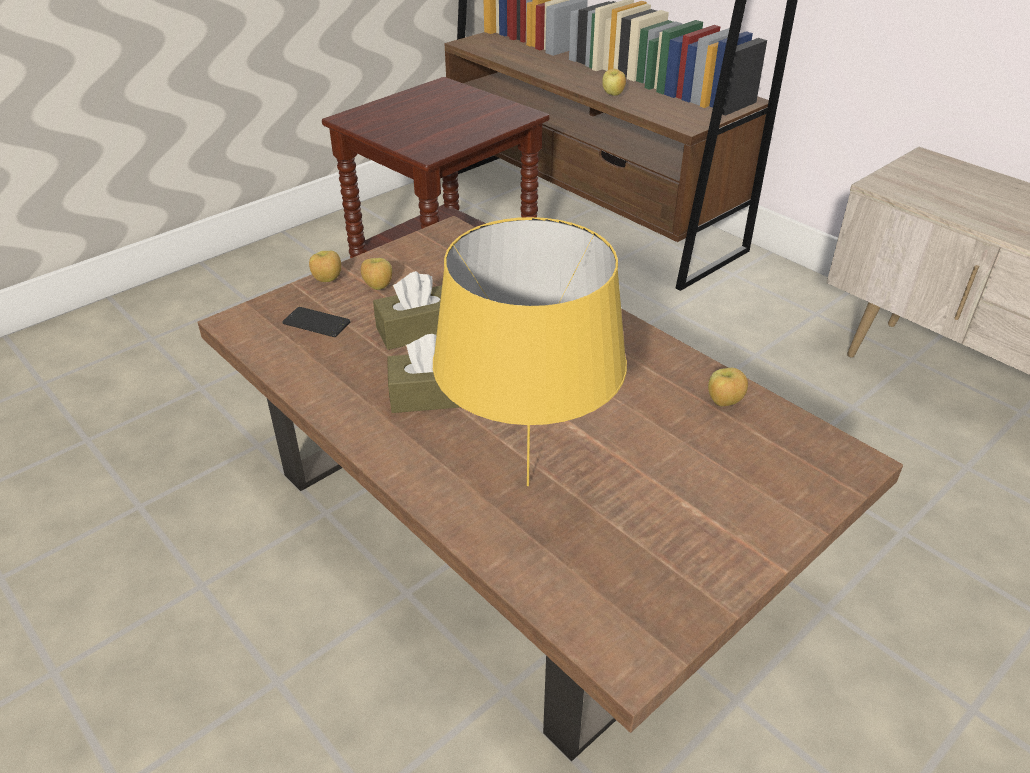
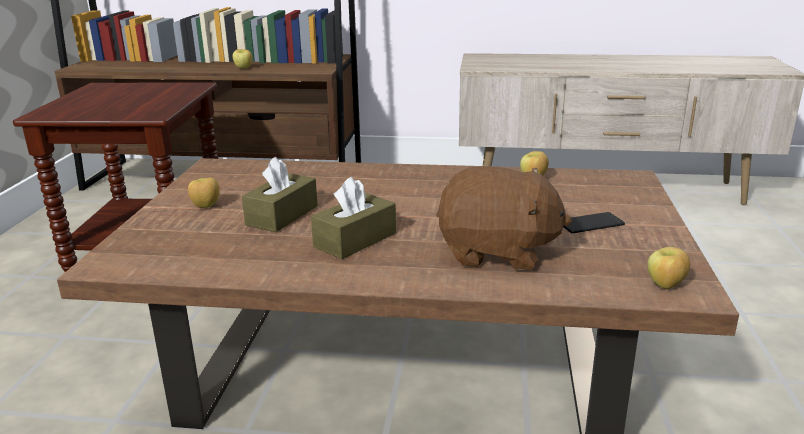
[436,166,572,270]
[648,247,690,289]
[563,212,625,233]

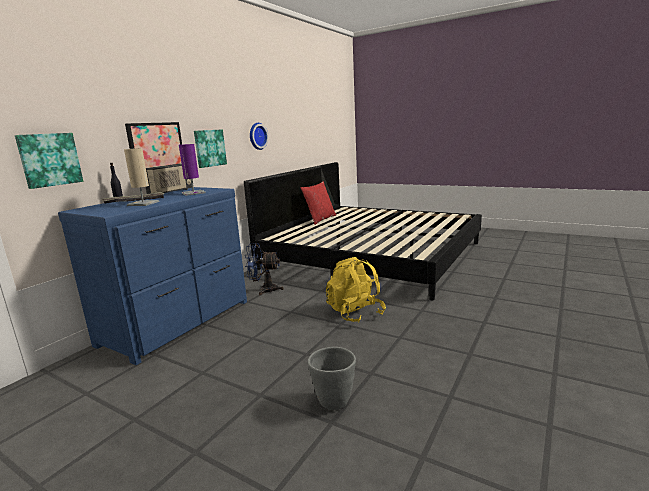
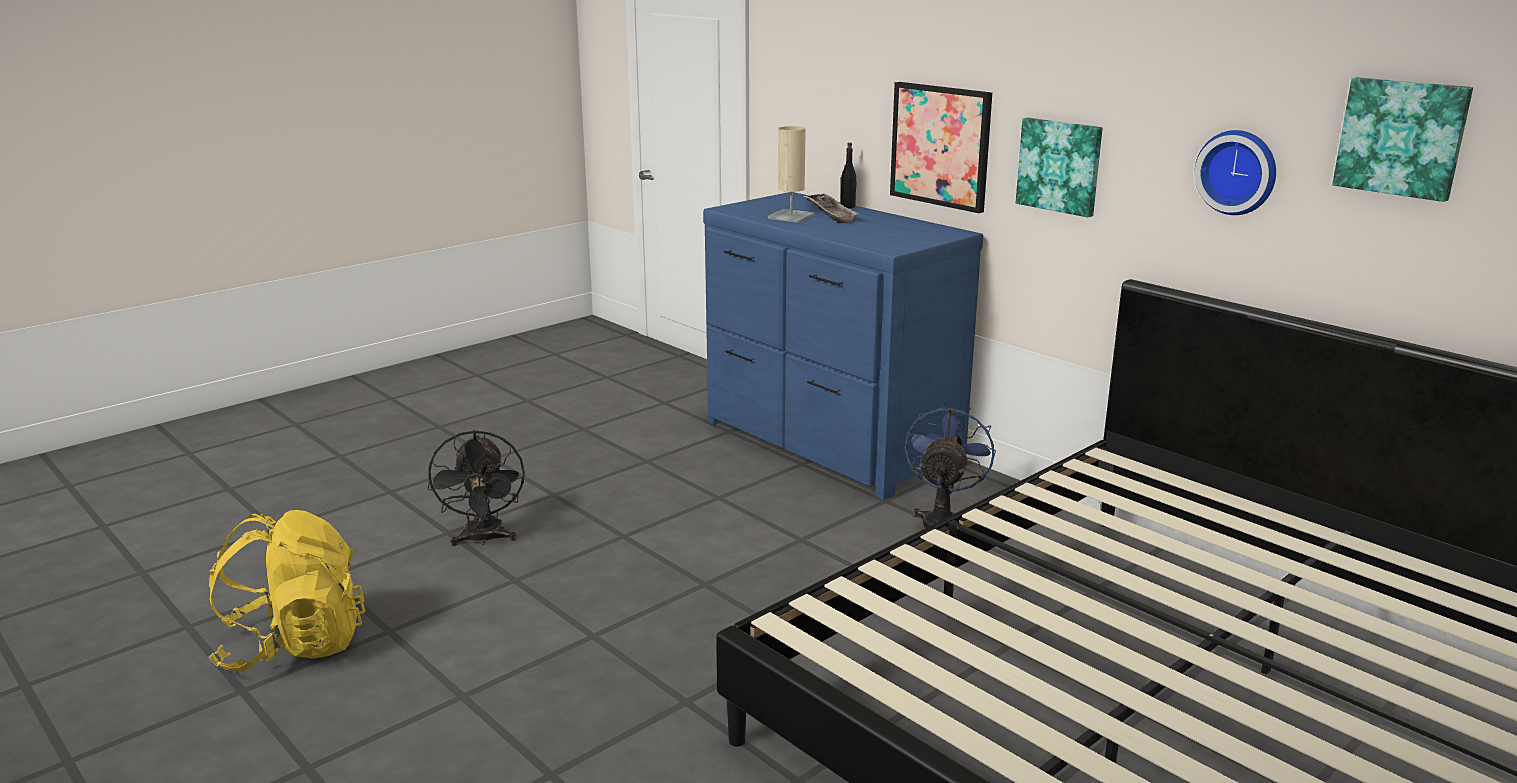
[1332,77,1473,202]
[179,144,206,196] (first image)
[146,164,194,194] (first image)
[301,181,336,225] (first image)
[208,510,365,672]
[428,430,525,546]

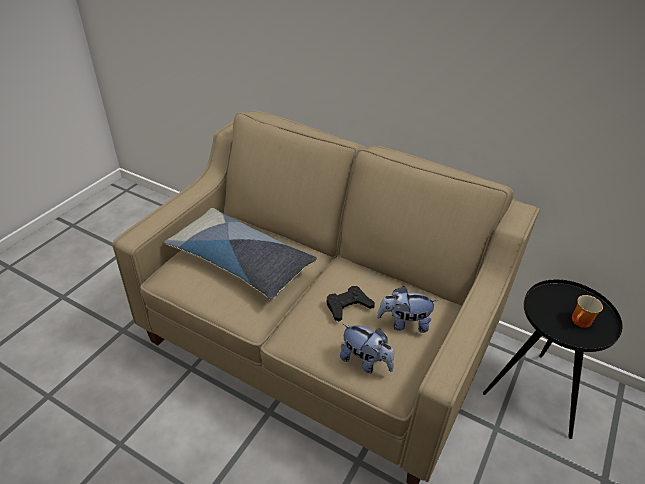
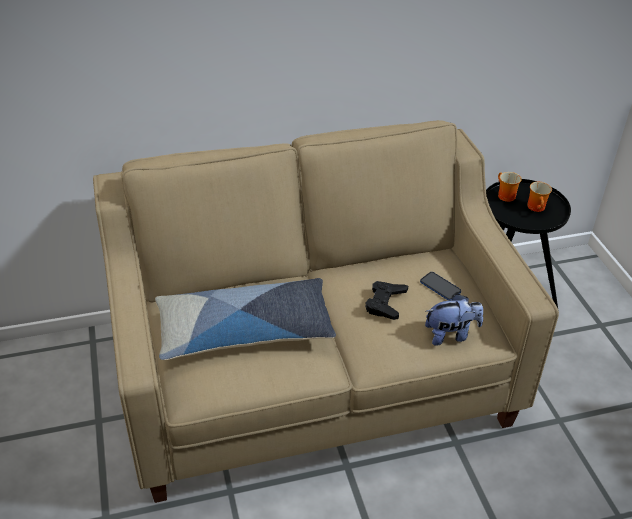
[420,272,461,301]
[498,172,522,202]

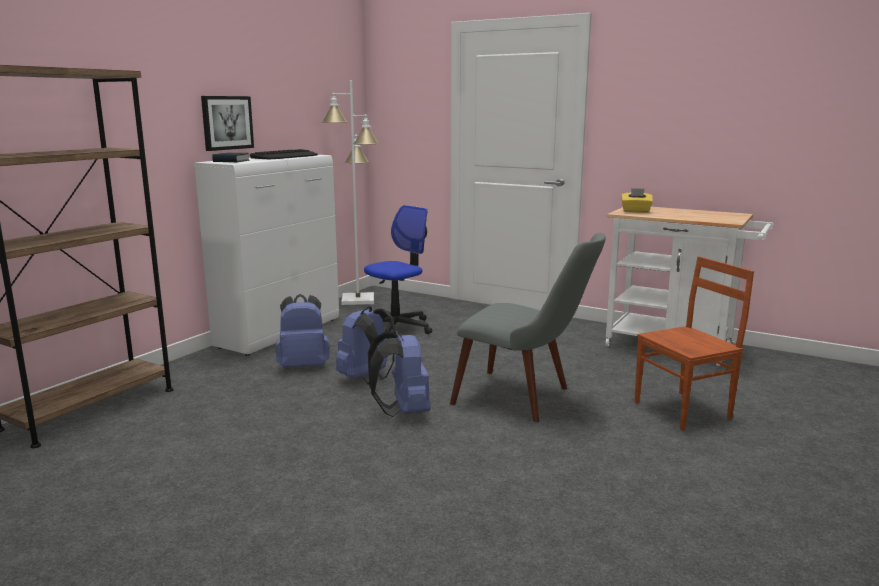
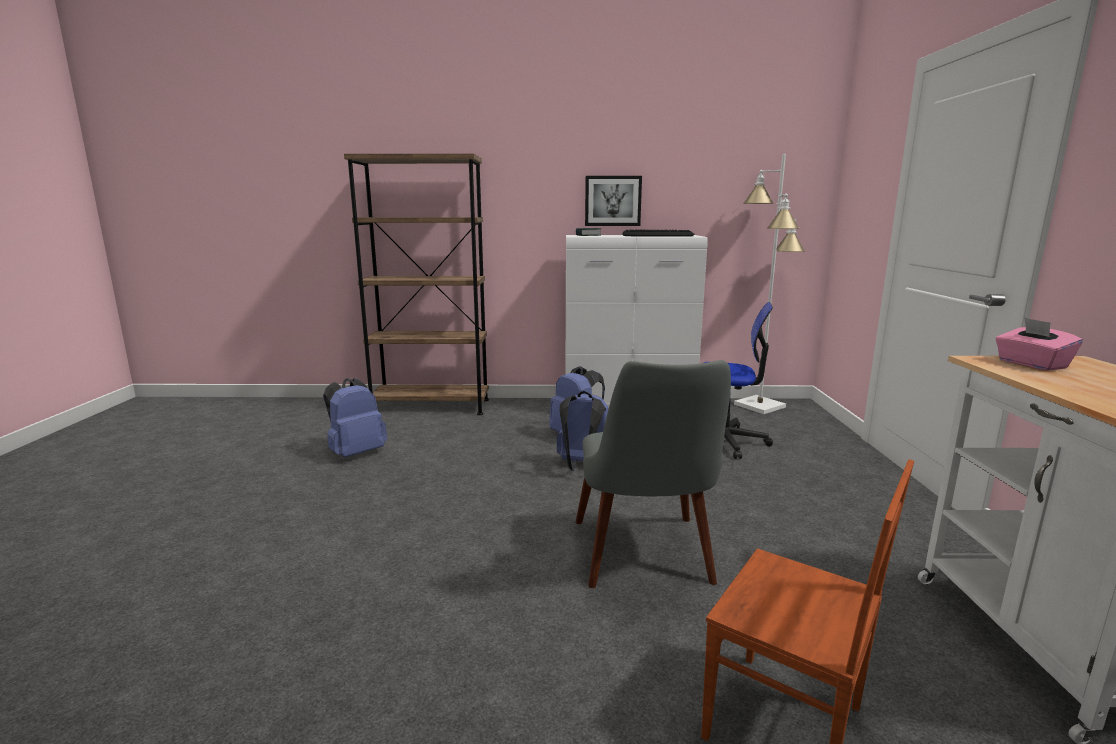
[996,317,1083,371]
[323,378,387,457]

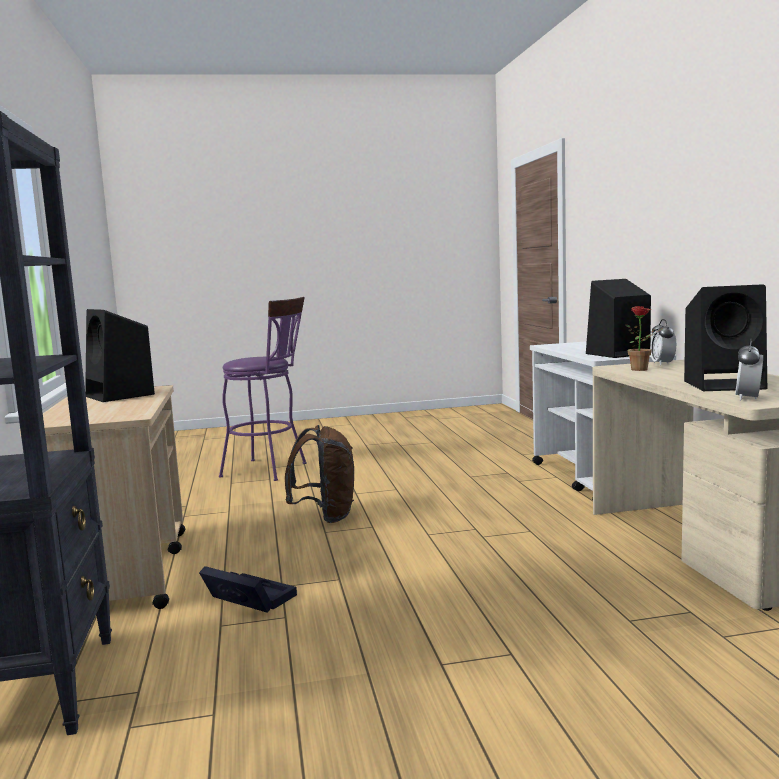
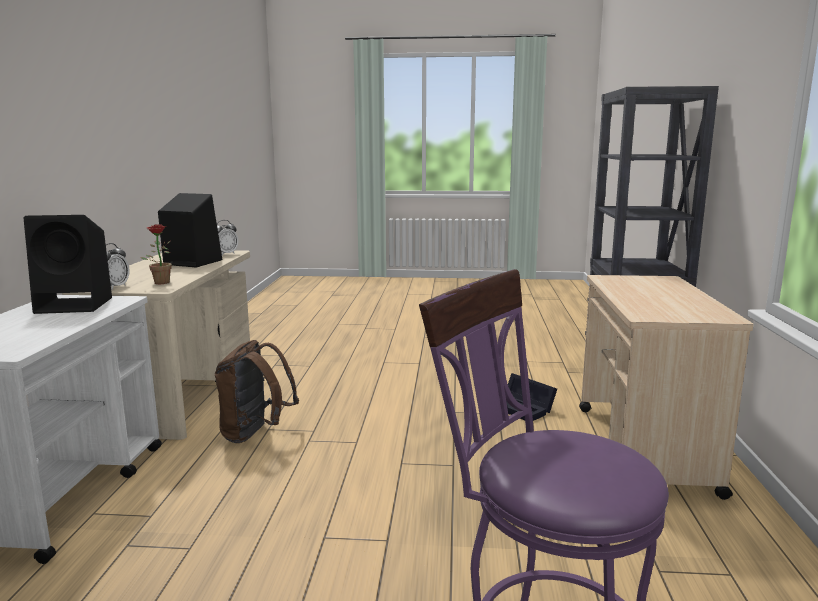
[85,309,155,402] (first image)
[215,340,299,443]

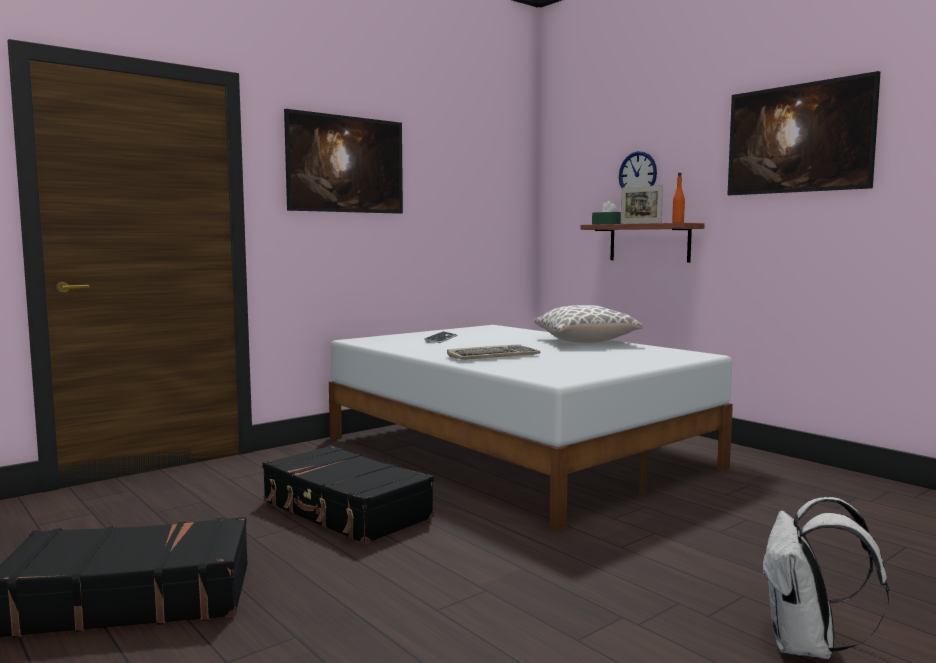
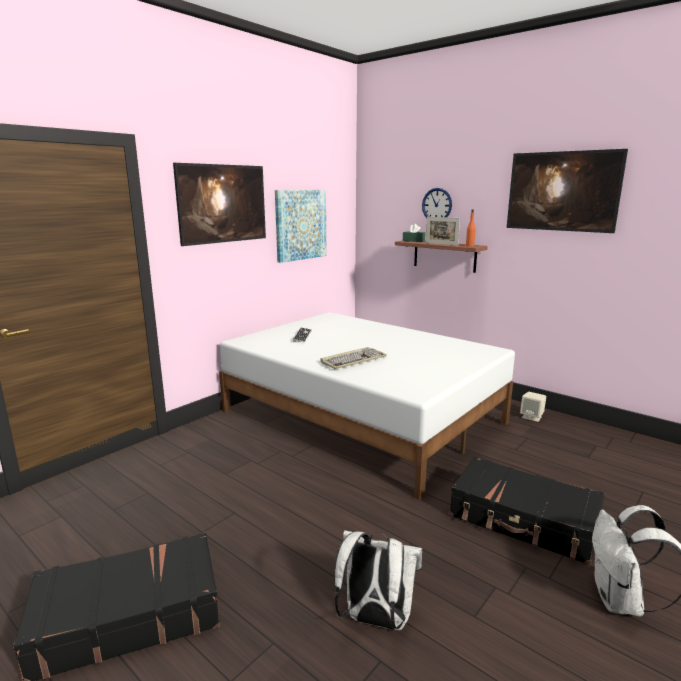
[534,305,642,343] (first image)
[449,456,605,565]
[275,190,326,263]
[520,392,546,422]
[334,530,422,630]

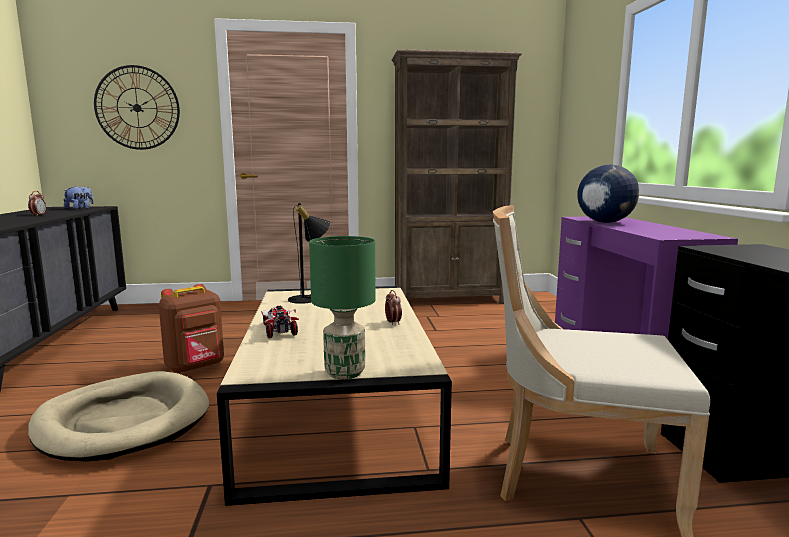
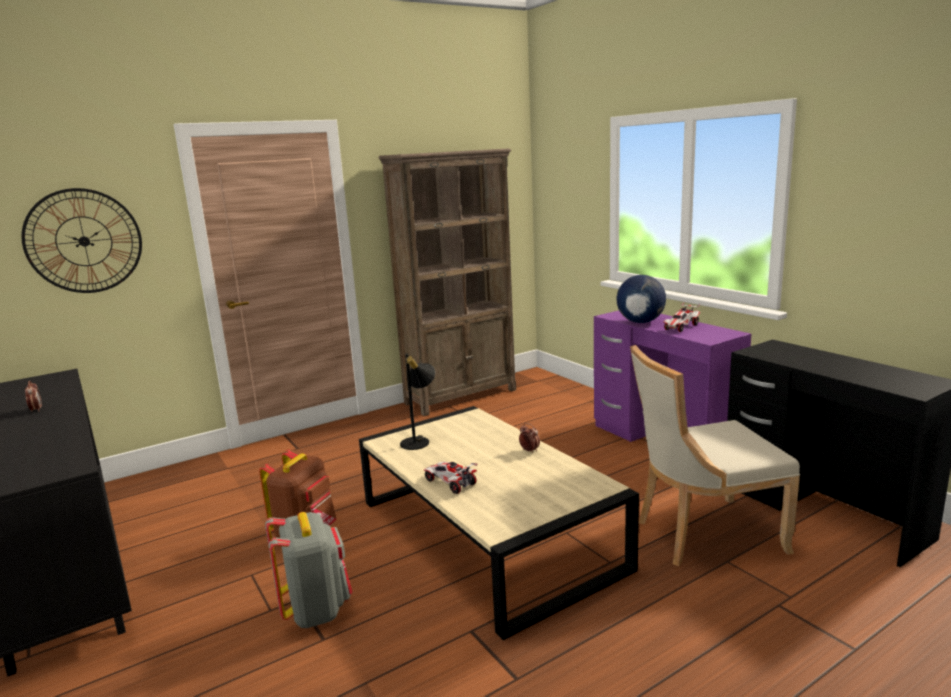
[63,186,94,209] (first image)
[309,236,376,379] (first image)
[265,512,352,628]
[663,302,700,332]

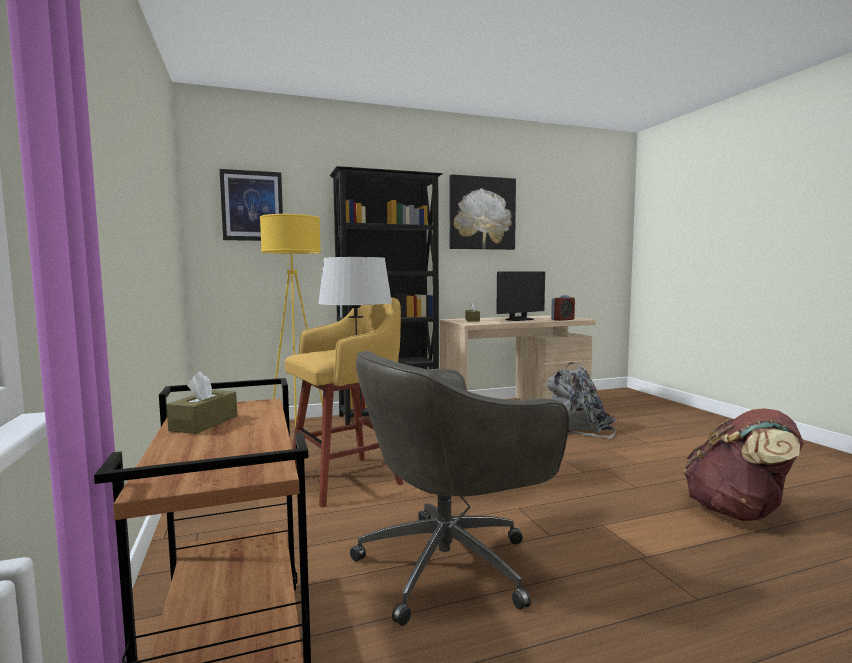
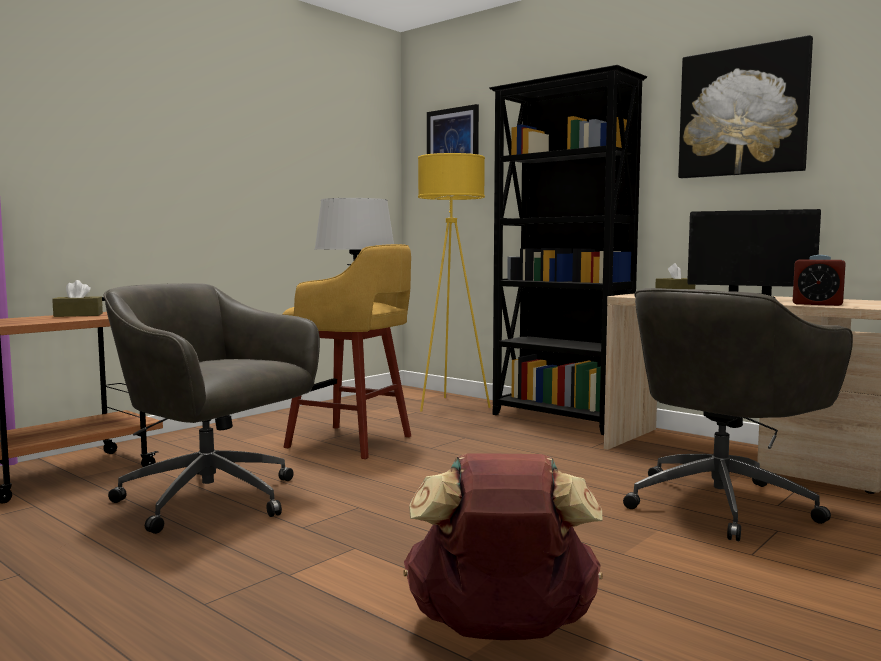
[623,288,853,541]

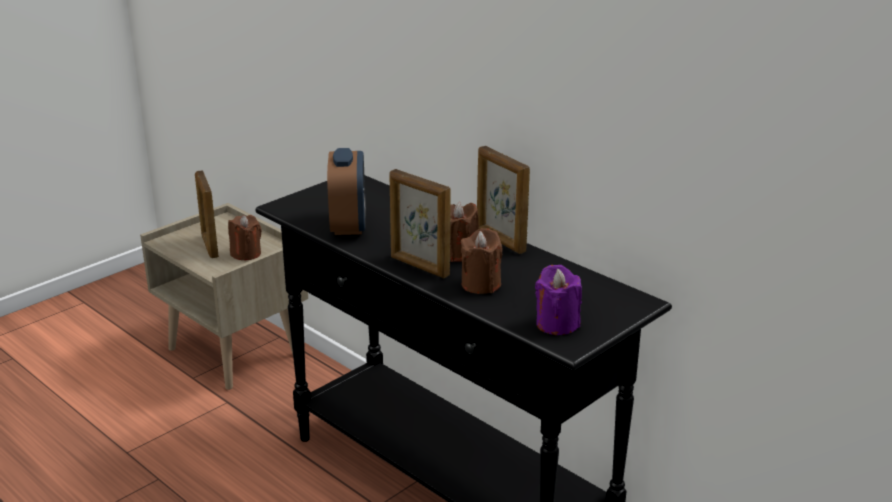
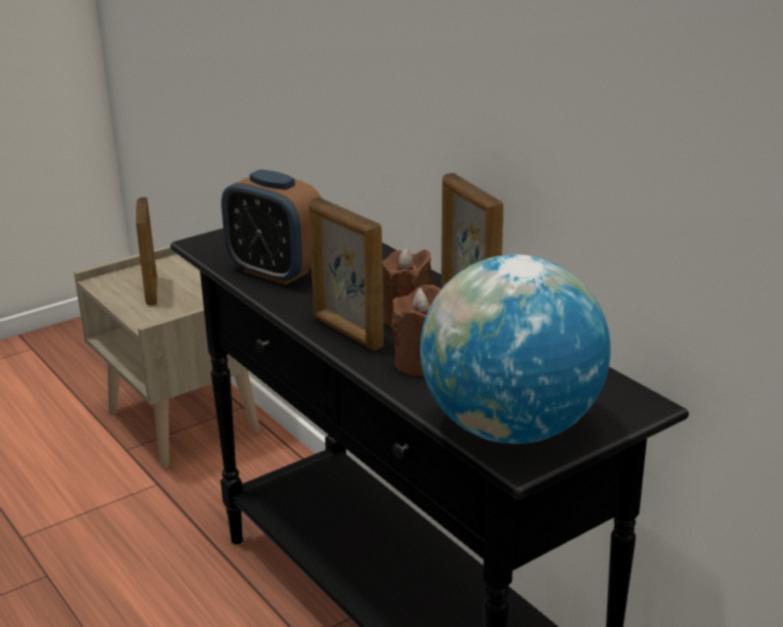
[221,169,321,285]
[228,215,262,260] (first image)
[420,254,611,444]

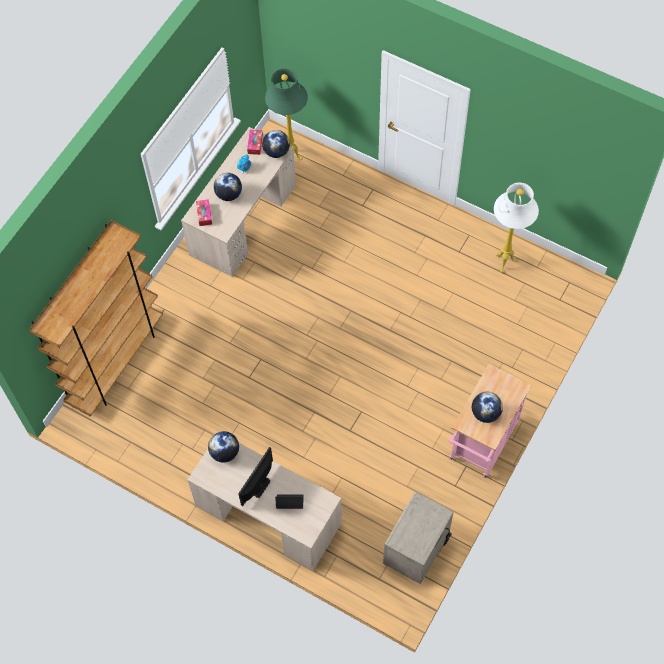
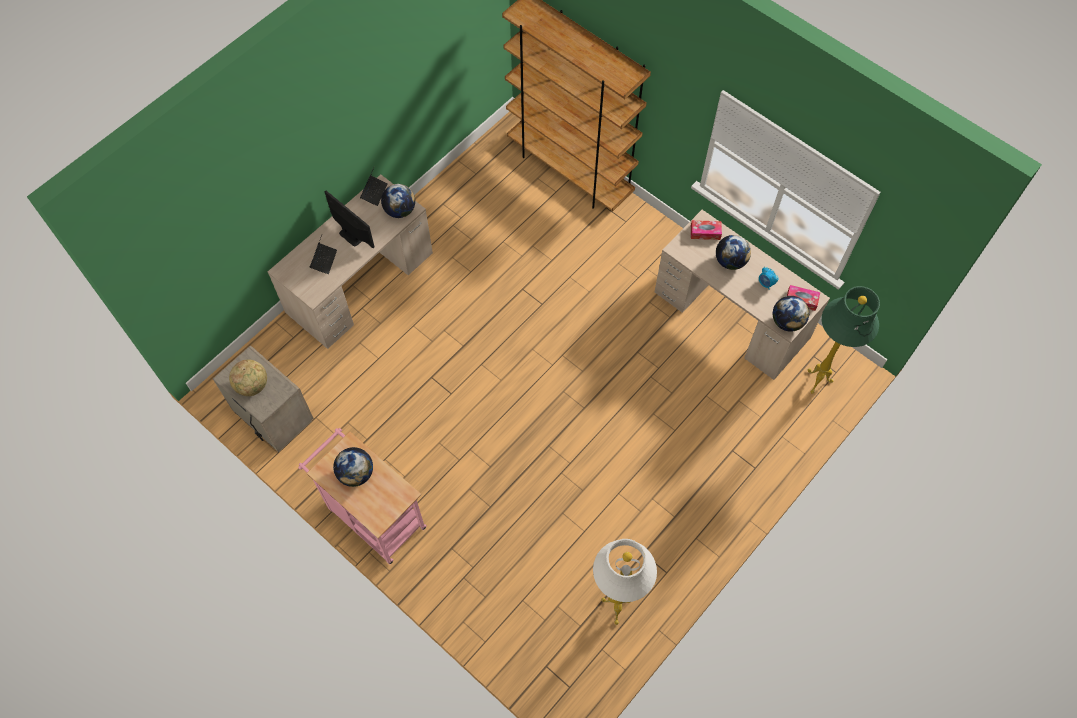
[360,168,388,206]
[229,359,267,396]

